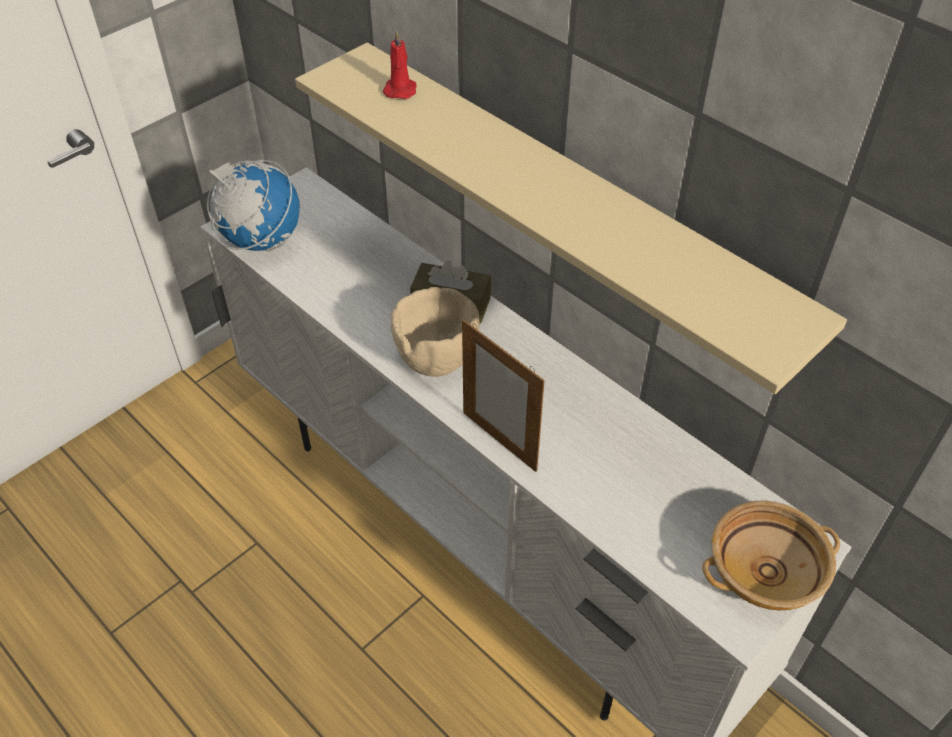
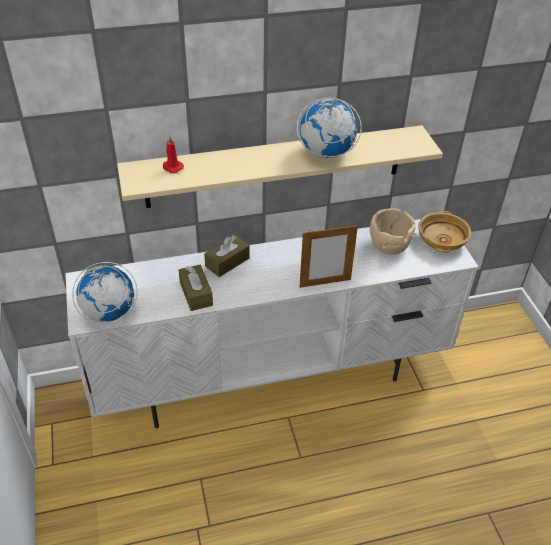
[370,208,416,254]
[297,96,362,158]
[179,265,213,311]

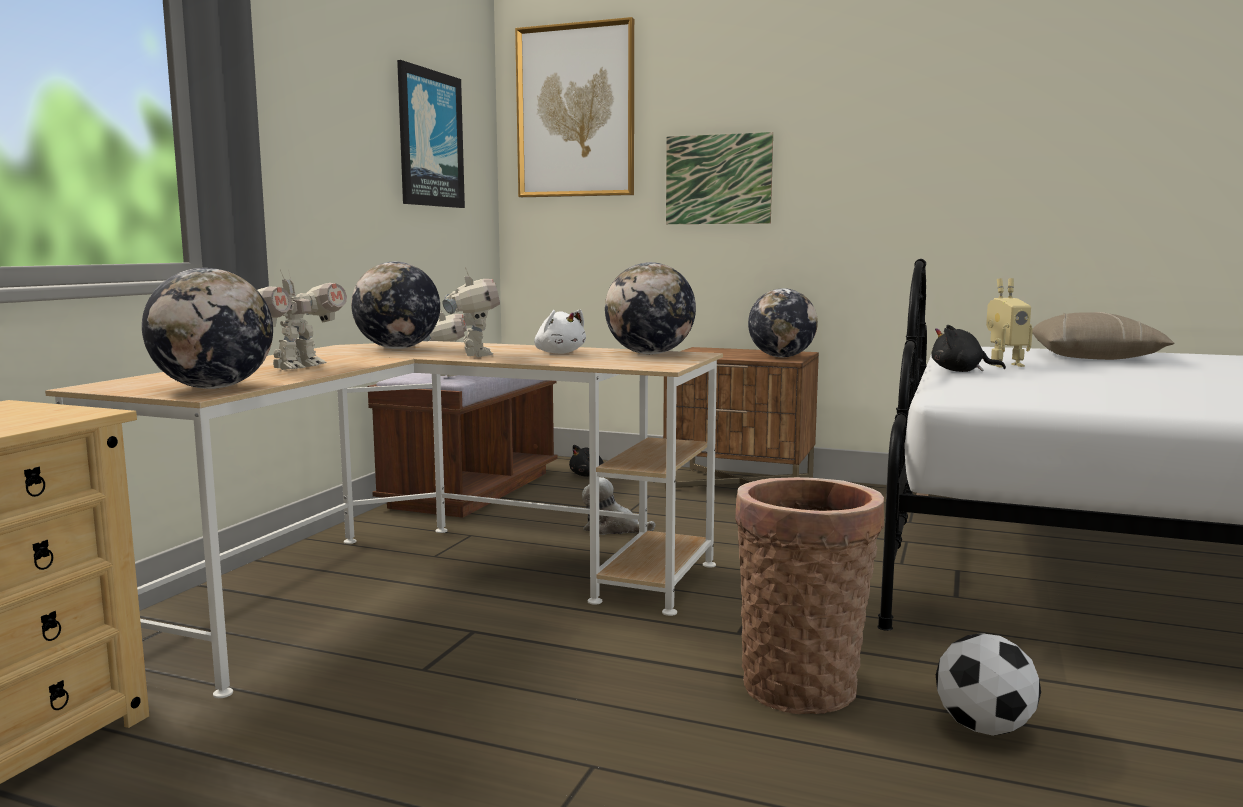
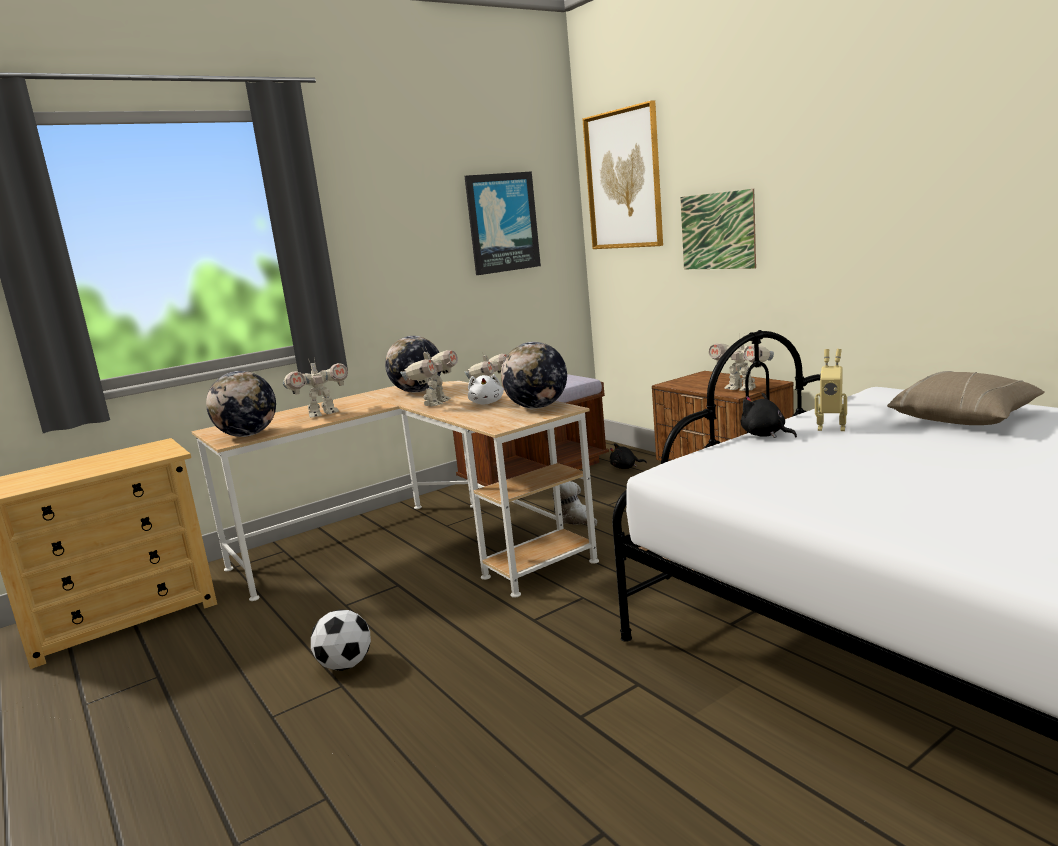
[709,334,774,391]
[735,477,884,714] (first image)
[311,609,371,671]

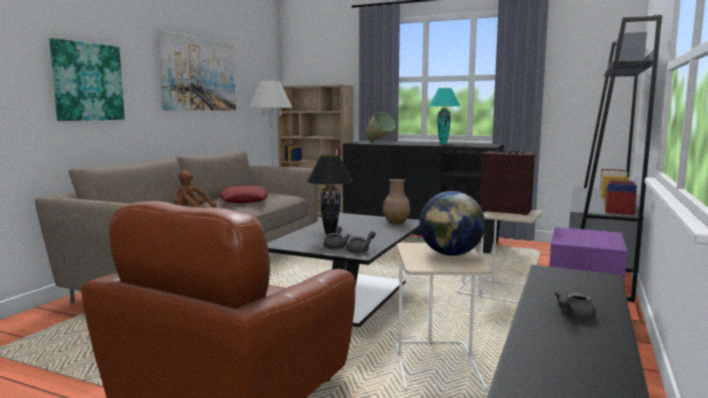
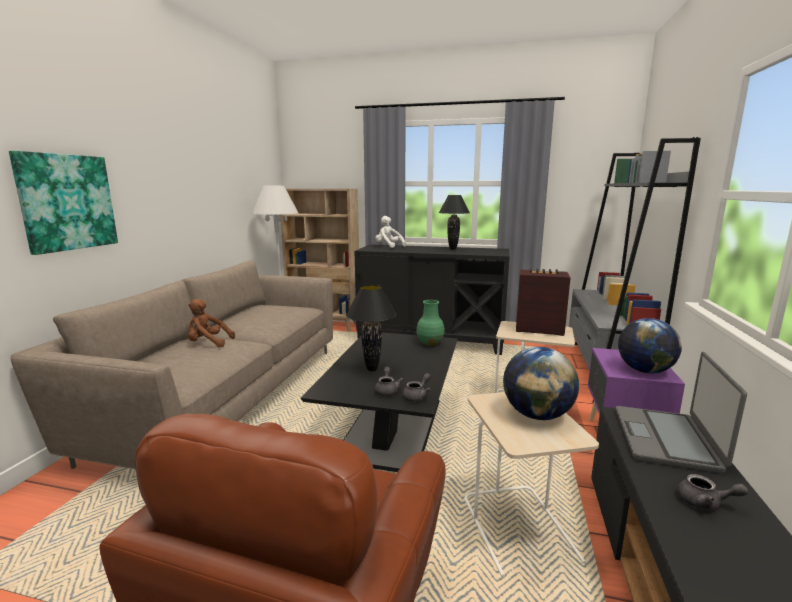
[158,30,236,110] (first image)
[439,195,470,250]
[376,216,406,248]
[416,300,445,346]
[220,185,268,203] (first image)
[677,474,749,510]
[618,318,682,373]
[616,352,747,473]

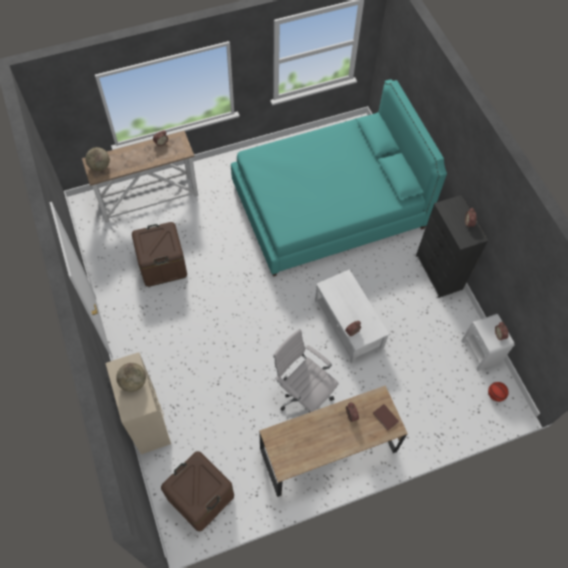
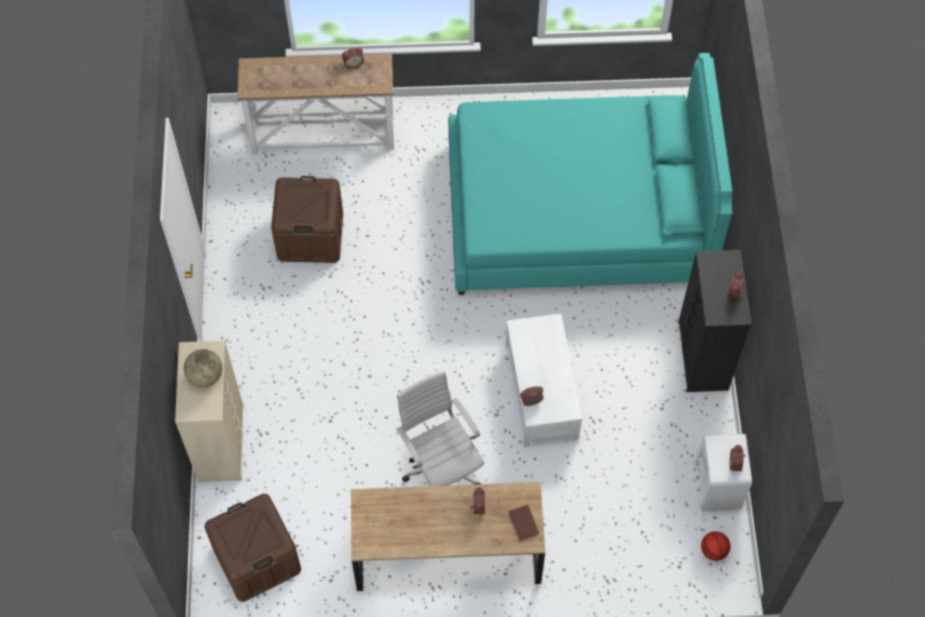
[85,147,110,171] (first image)

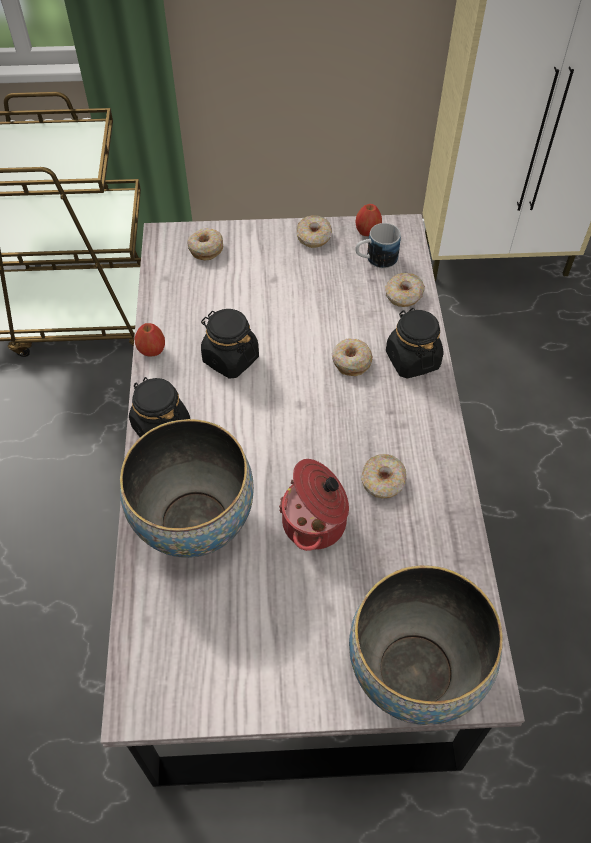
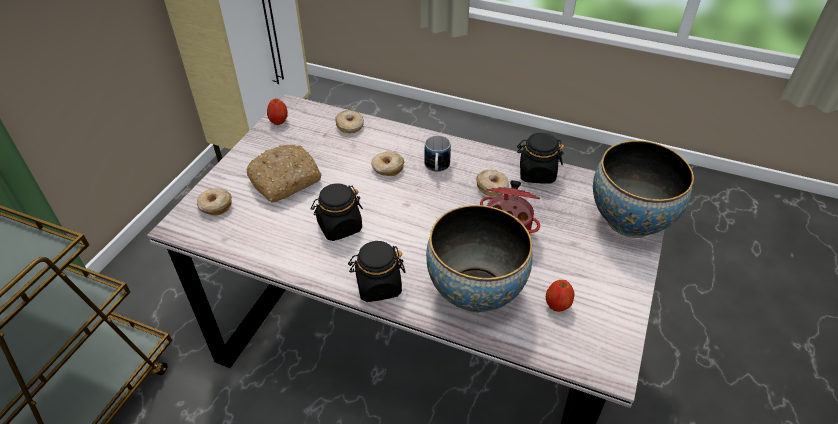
[297,215,332,248] (first image)
[424,135,451,172]
[517,133,564,184]
[546,280,574,312]
[247,144,321,203]

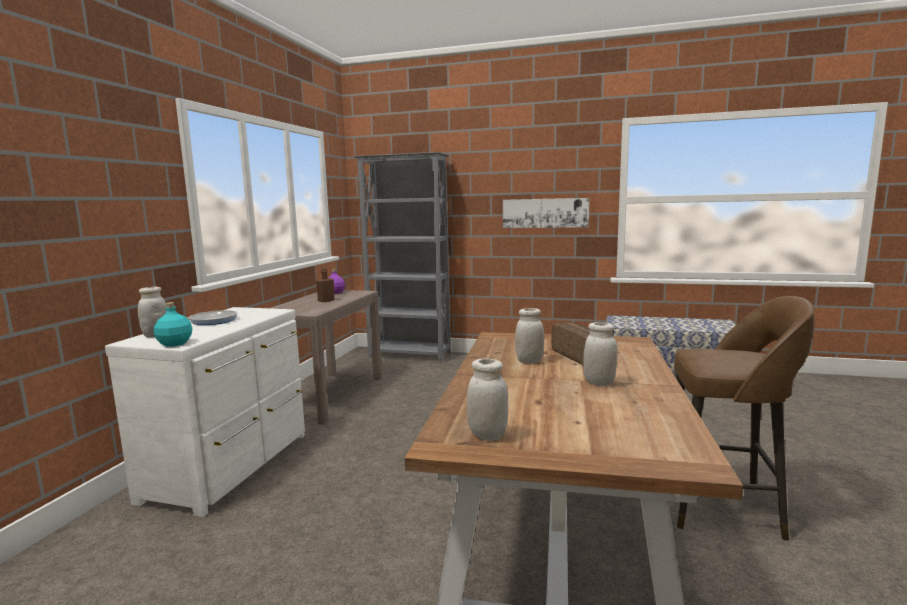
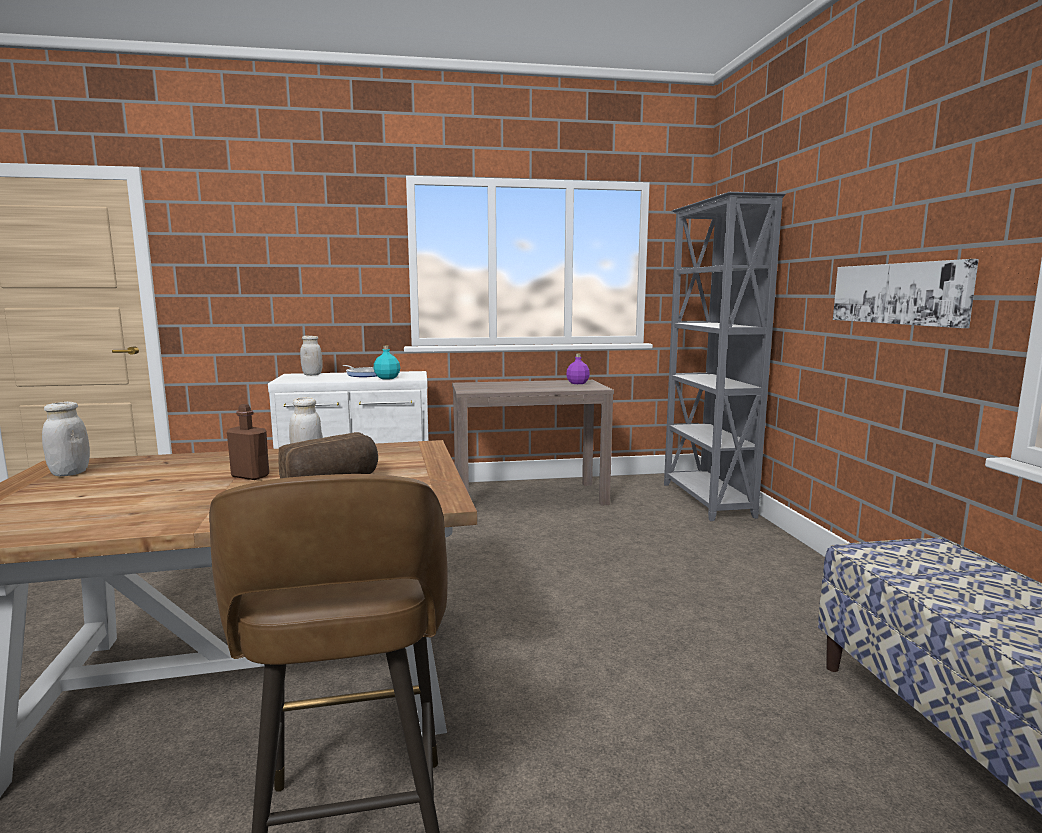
[227,404,269,480]
[374,346,400,379]
[583,322,618,386] (first image)

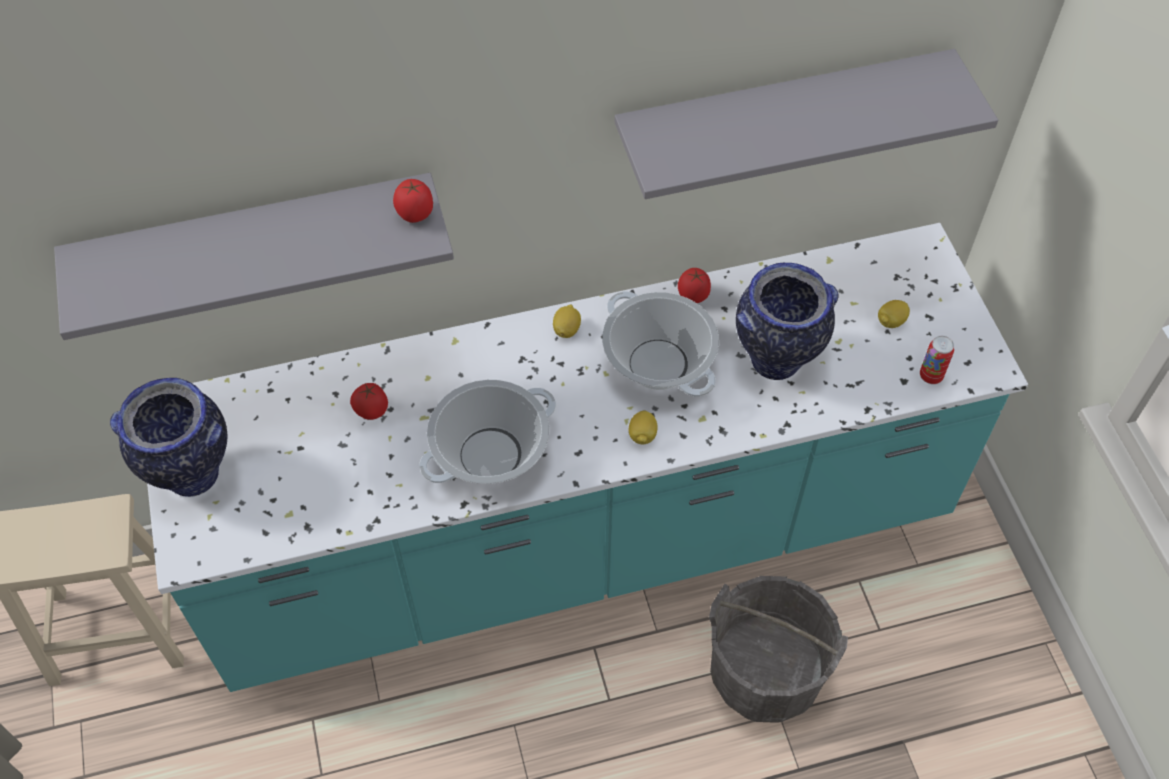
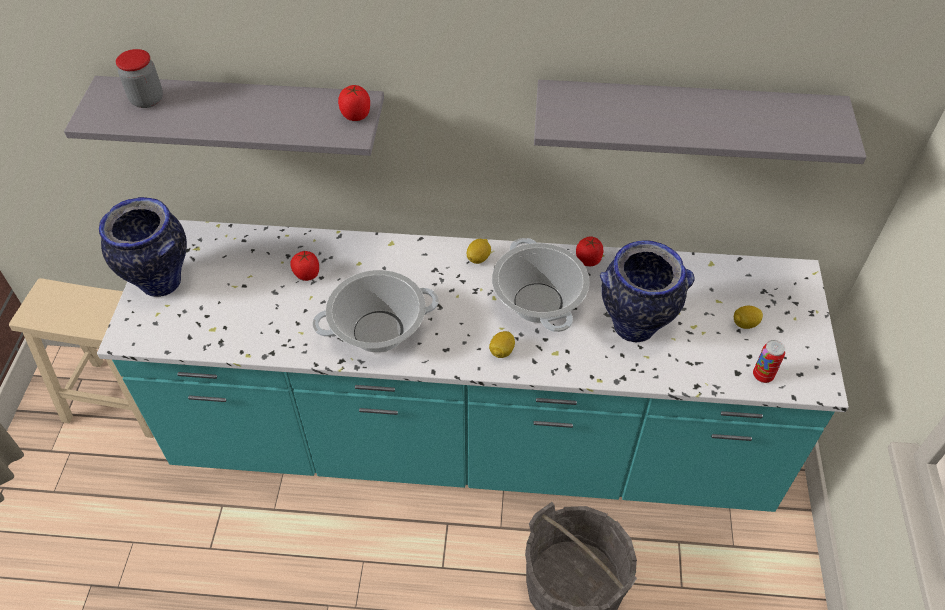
[116,49,163,108]

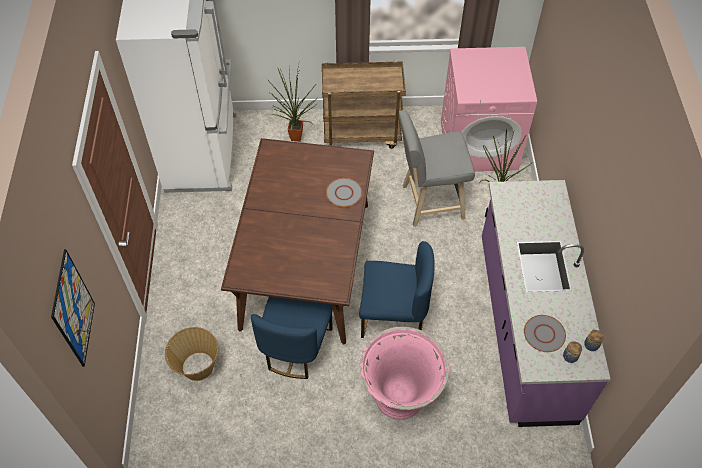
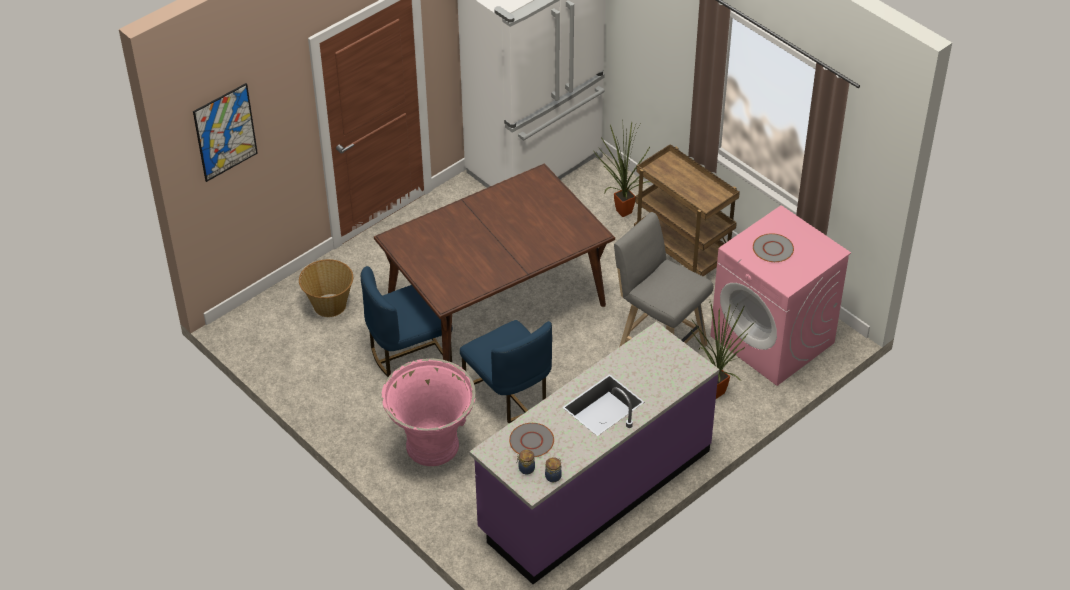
[753,233,794,262]

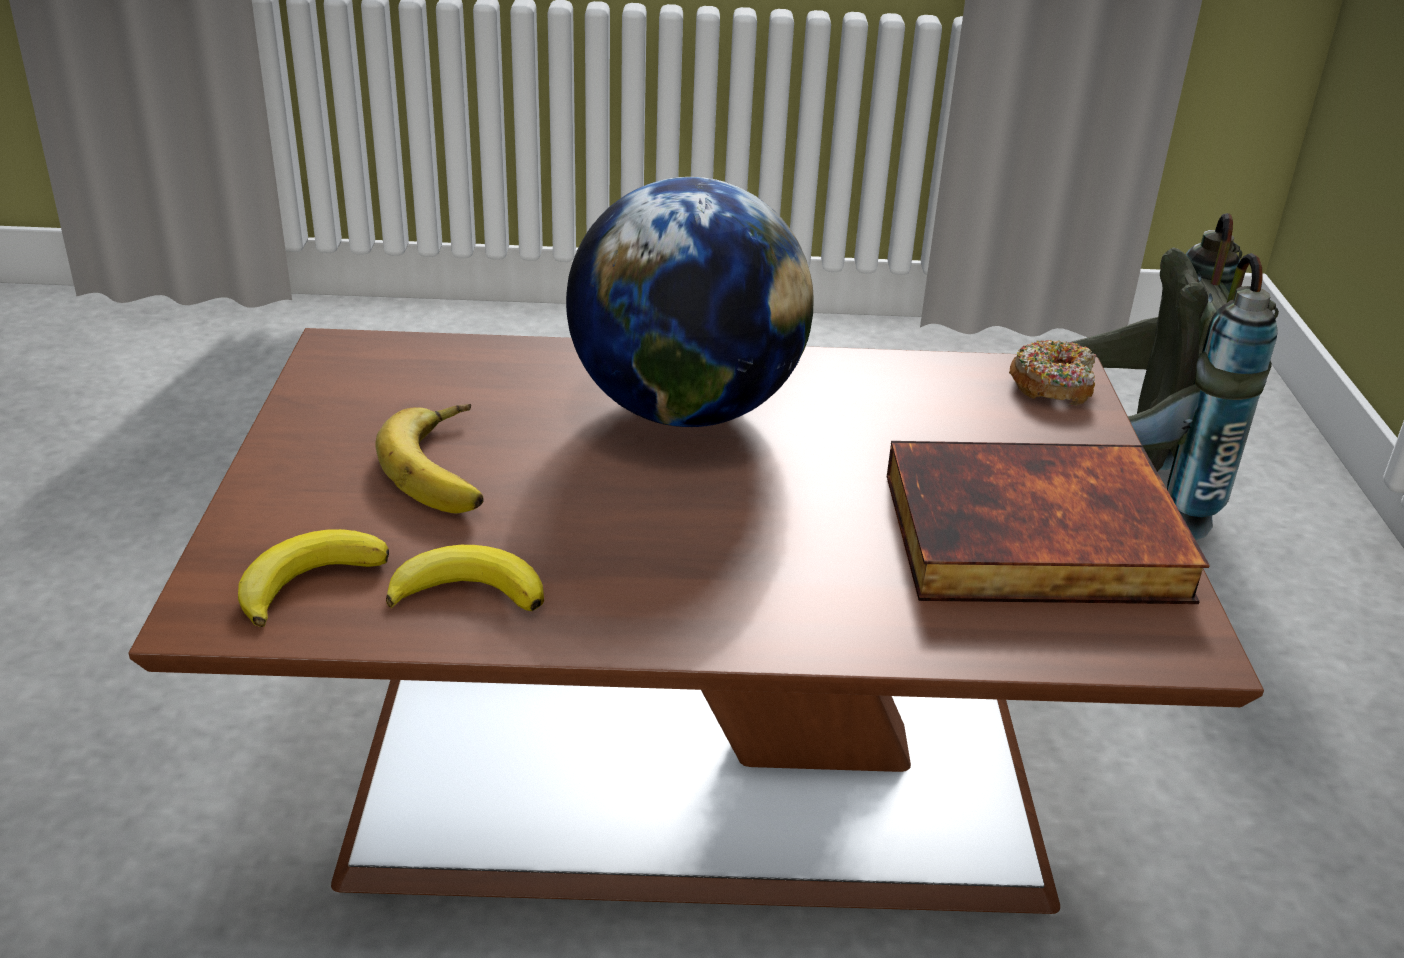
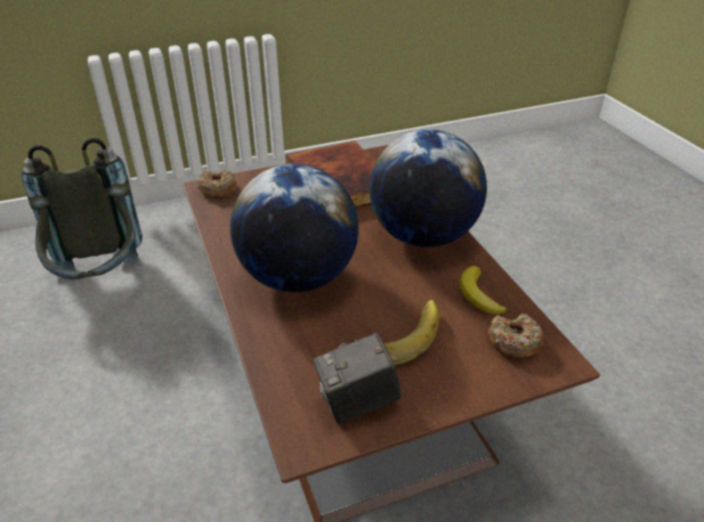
[489,314,543,358]
[369,129,487,247]
[313,333,401,424]

